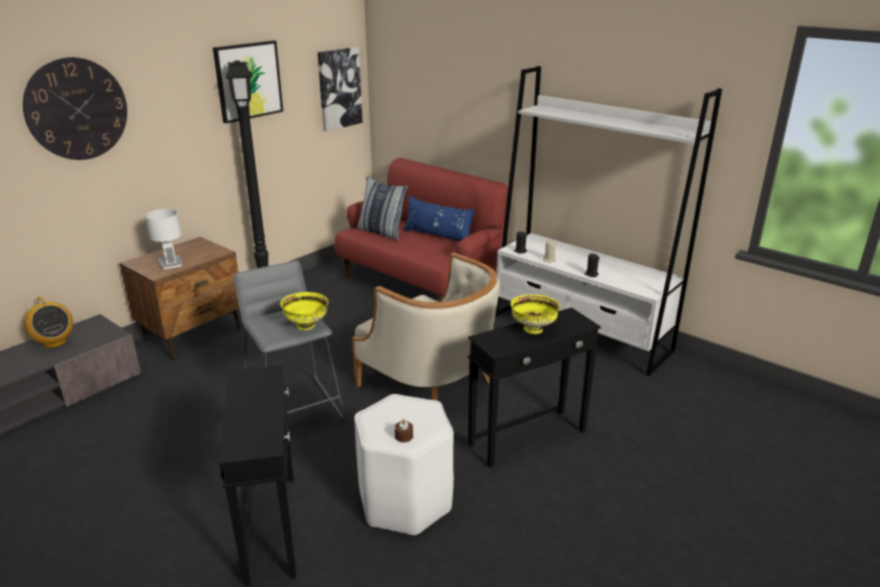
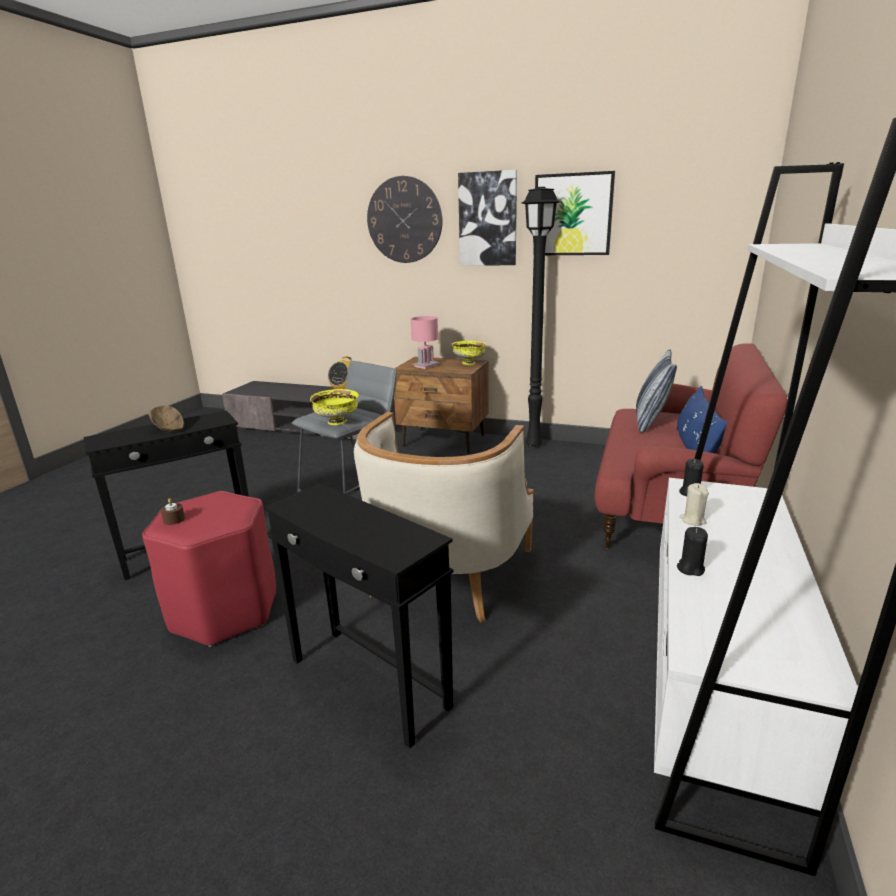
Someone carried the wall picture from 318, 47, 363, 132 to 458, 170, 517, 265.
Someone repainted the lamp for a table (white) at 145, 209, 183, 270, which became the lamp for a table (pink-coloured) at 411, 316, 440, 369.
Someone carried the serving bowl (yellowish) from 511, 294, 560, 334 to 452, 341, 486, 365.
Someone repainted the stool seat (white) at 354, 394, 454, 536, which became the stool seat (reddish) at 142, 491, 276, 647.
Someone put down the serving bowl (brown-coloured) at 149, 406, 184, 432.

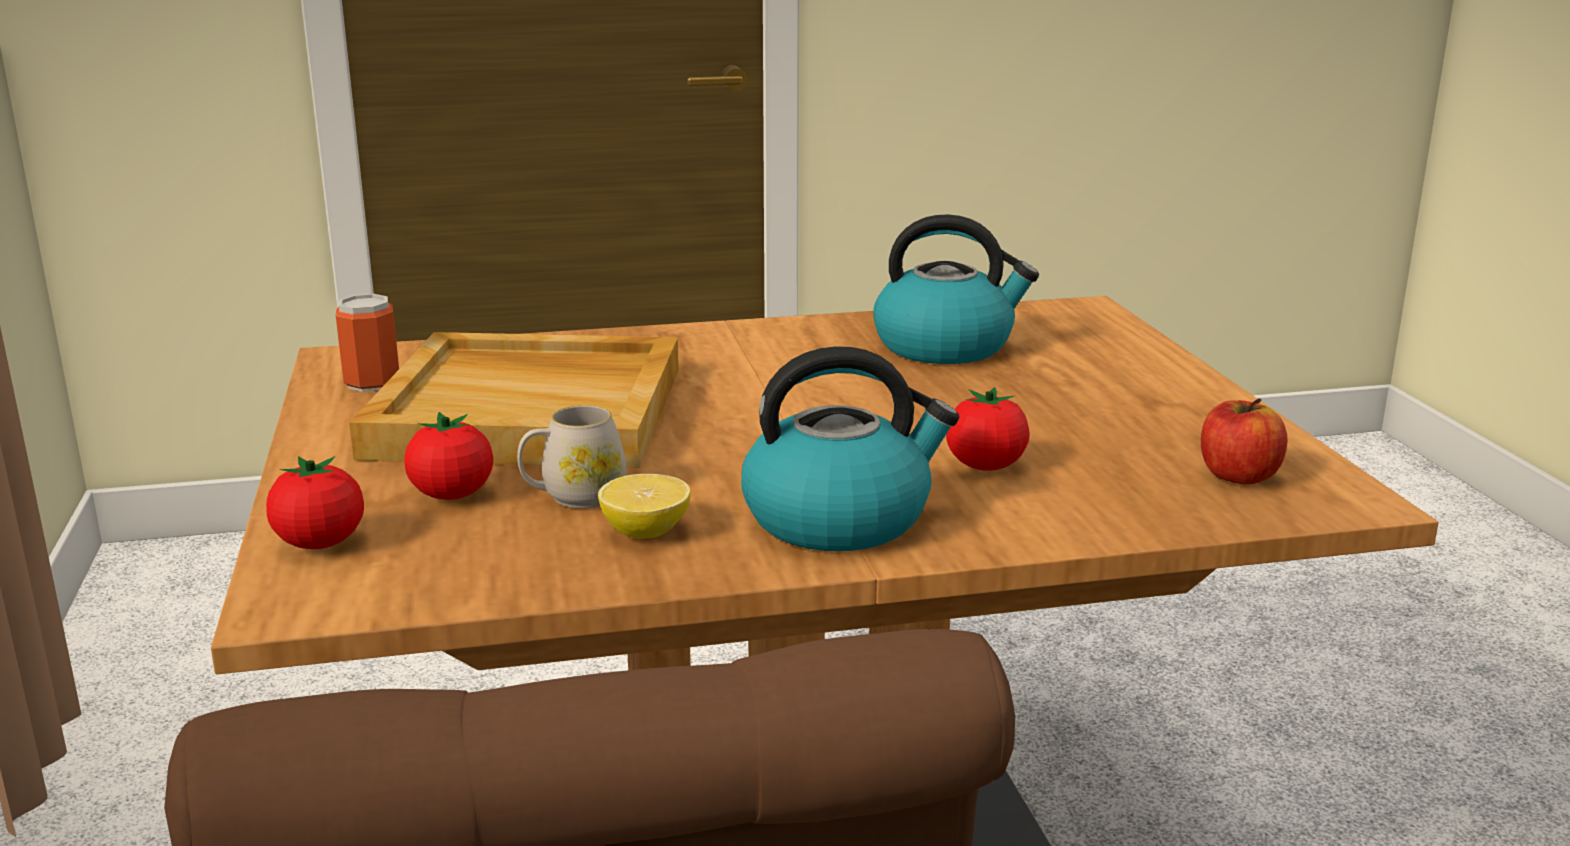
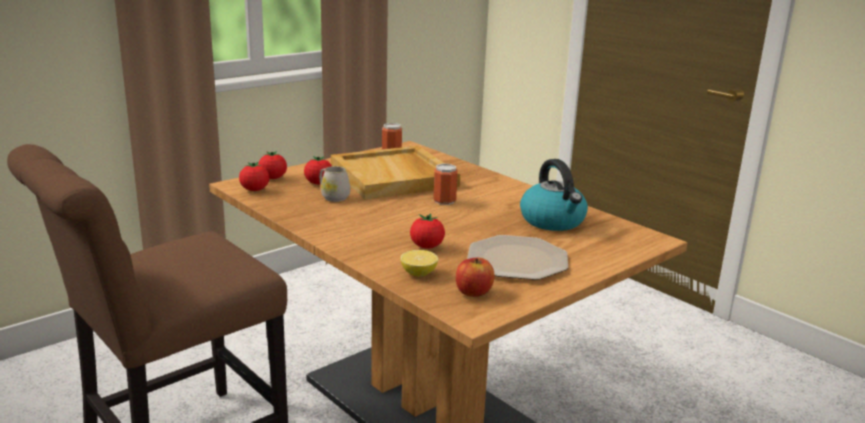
Someone took away the water kettle at 741, 346, 959, 551.
Someone carried the citrus fruit from 598, 474, 691, 539 to 400, 250, 438, 277.
Someone put down the fresh tomato at 239, 162, 269, 191.
Someone put down the sealed can at 433, 164, 458, 205.
Someone put down the flat dish at 467, 235, 568, 280.

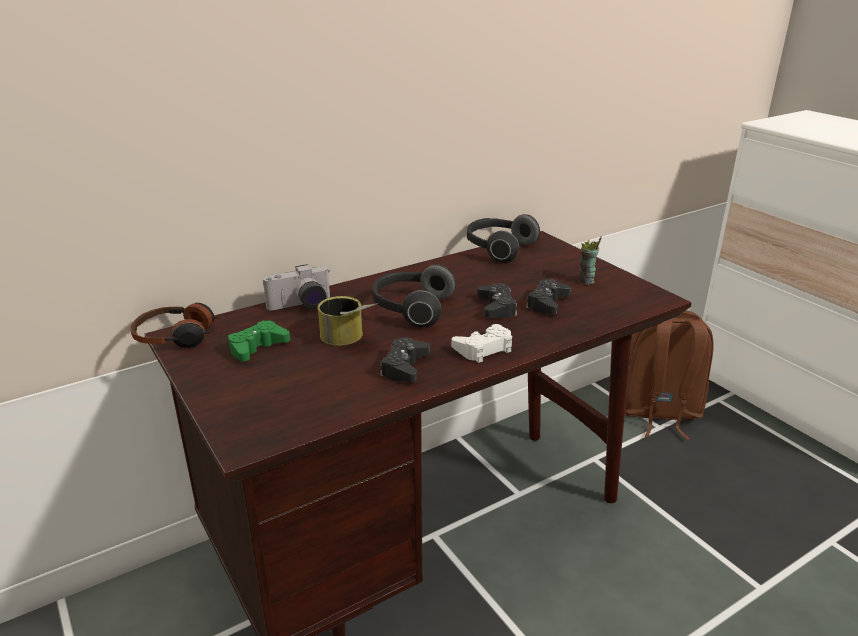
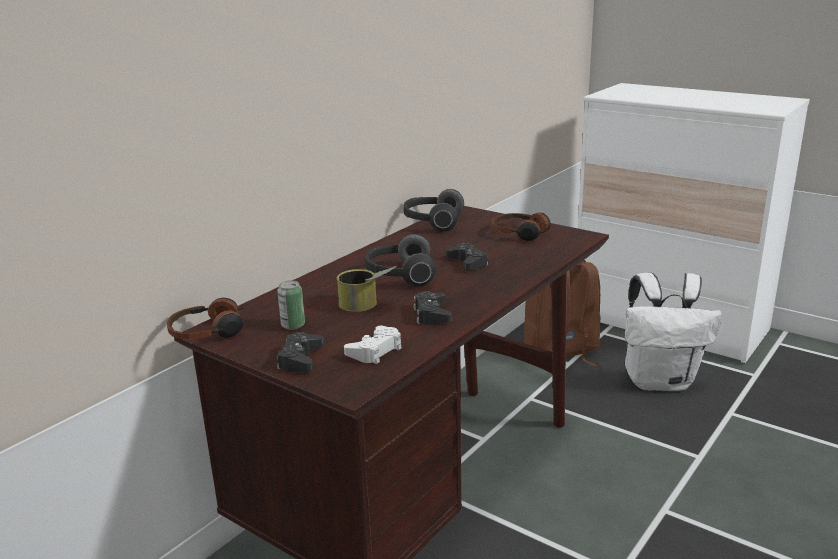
Someone swapped the small cup at 578, 236, 602, 285 for the headphones at 492, 213, 553, 241.
Someone took away the photo camera at 263, 264, 330, 310.
Someone carried the game controller (black) from 526, 279, 571, 314 to 277, 332, 324, 372.
Someone swapped the game controller (greenish) at 228, 321, 290, 362 for the sealed can at 277, 280, 305, 330.
Someone carried the game controller (white) from 452, 324, 512, 363 to 344, 326, 402, 364.
Someone put down the knapsack (white) at 625, 273, 722, 391.

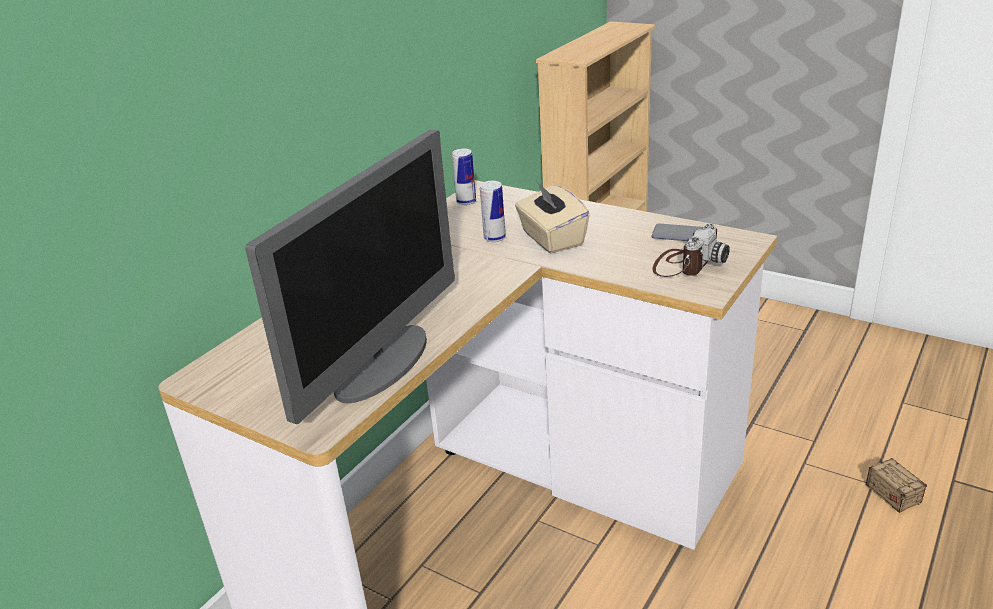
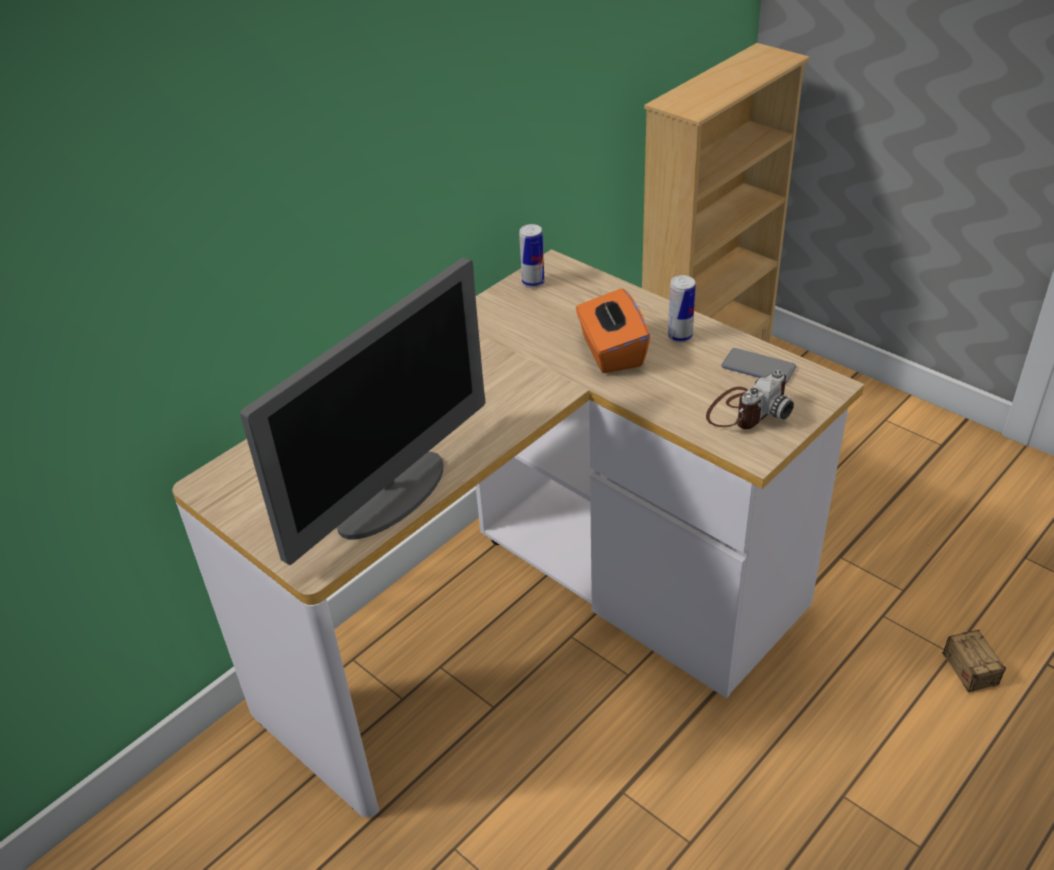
Someone repainted the box of tissues (beige-coloured) at 515, 180, 590, 254, which became the box of tissues (orange) at 576, 288, 650, 373.
Someone carried the sealed can from 480, 181, 506, 242 to 668, 275, 696, 343.

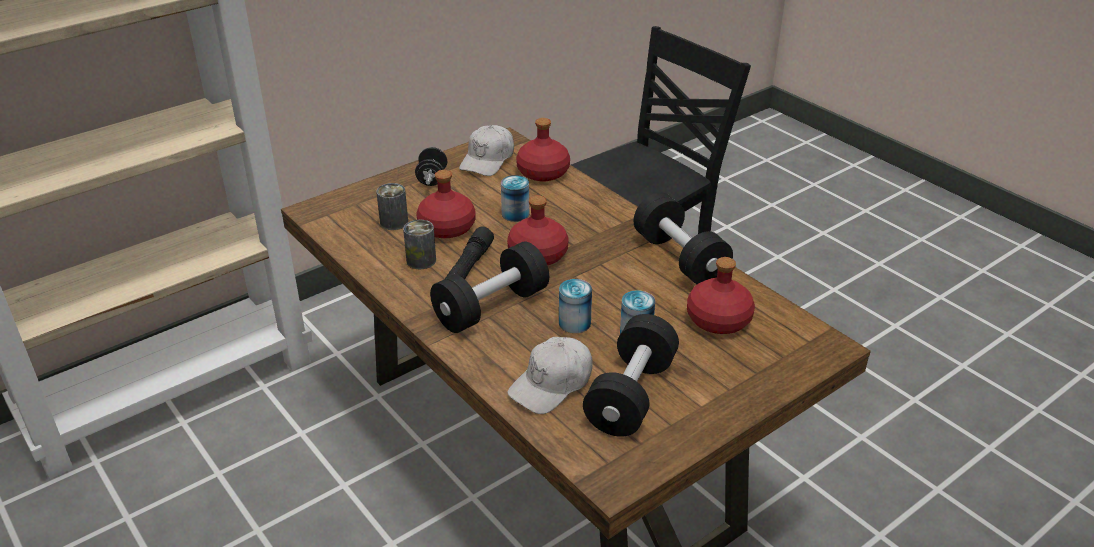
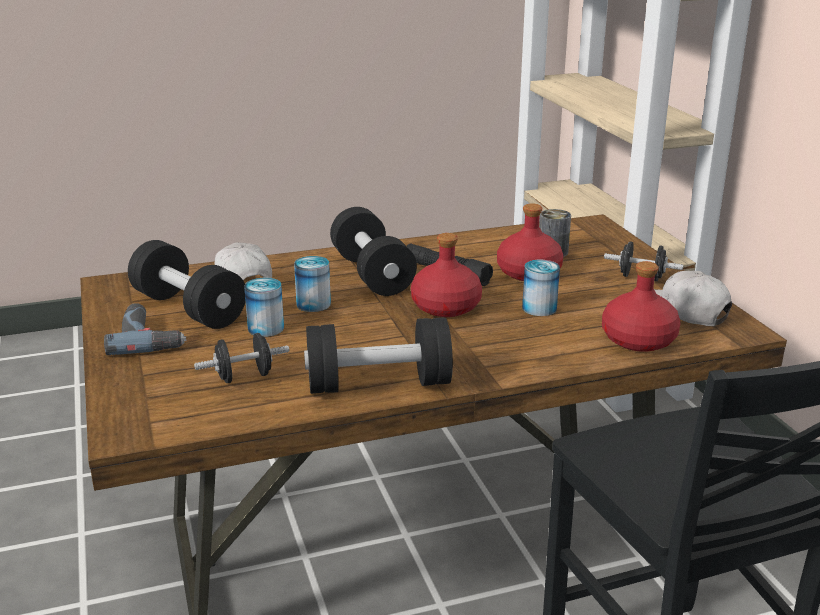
Someone took away the sealed can at 403, 220, 436, 269.
Someone swapped the beverage bottle (reddish) at 687, 257, 755, 334 for the hand weight (black) at 194, 333, 290, 383.
Someone put down the electric drill at 104, 303, 186, 355.

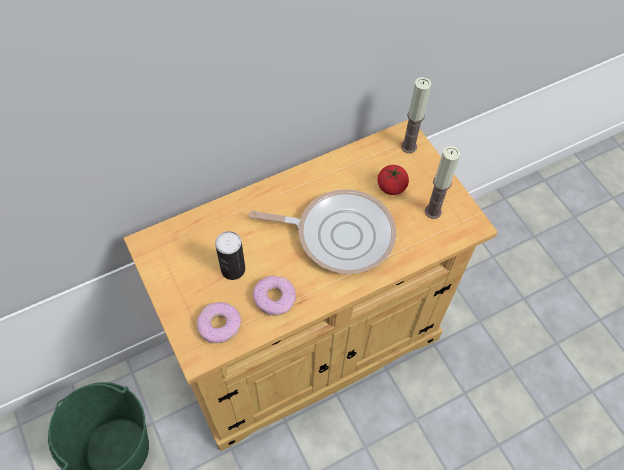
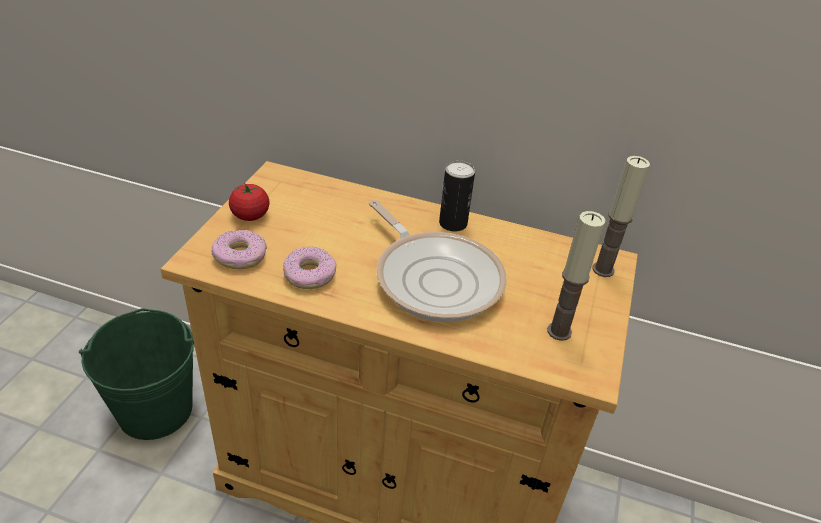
Someone carried the fresh tomato from 377, 165, 409, 195 to 229, 182, 270, 221.
Someone carried the sealed can from 215, 231, 245, 280 to 439, 160, 475, 232.

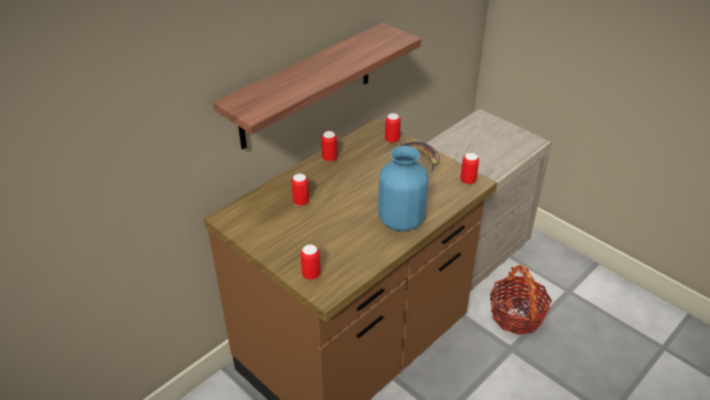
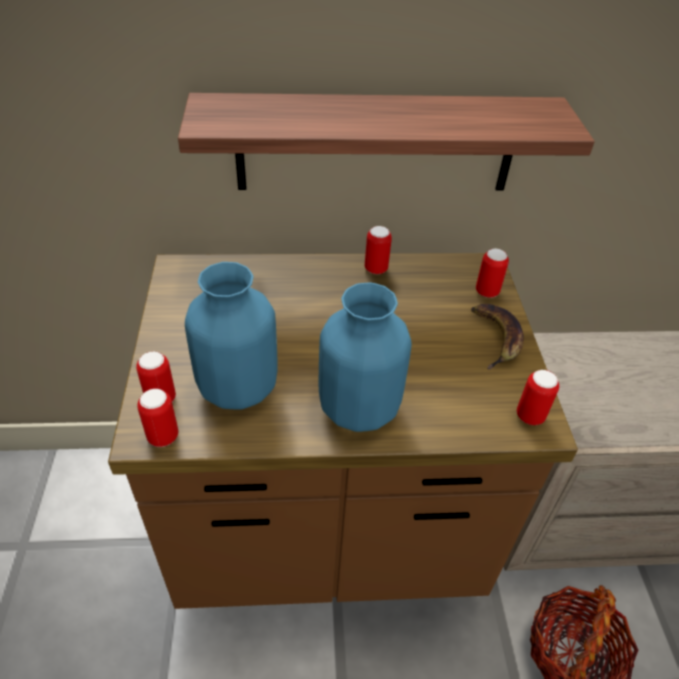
Someone carried the sealed can from 291, 174, 309, 206 to 137, 389, 178, 447.
Someone put down the decorative vase (blue-coloured) at 185, 262, 278, 410.

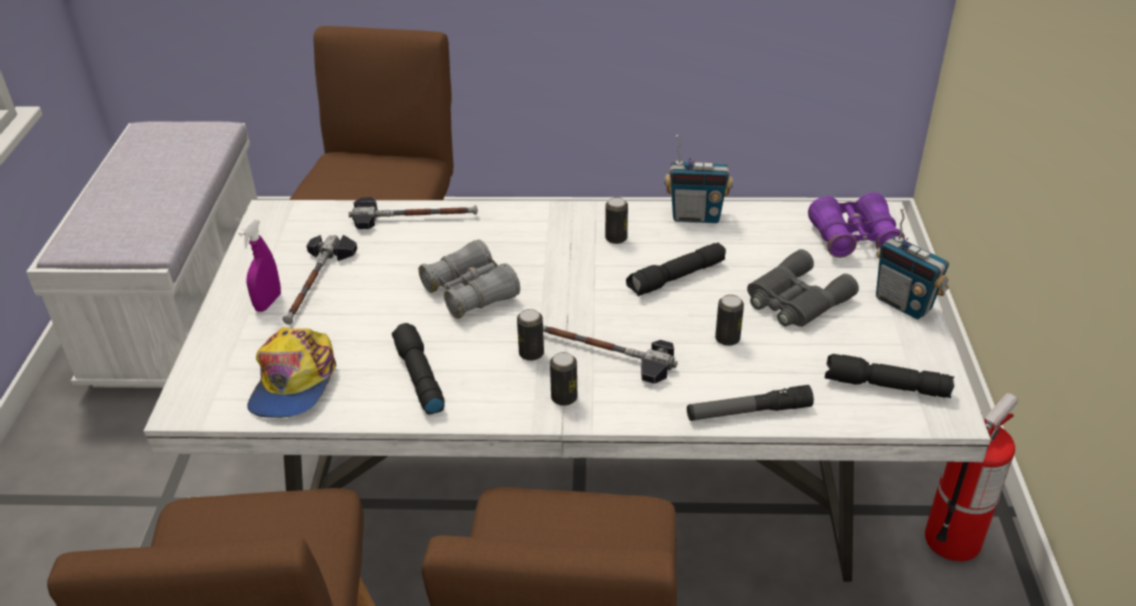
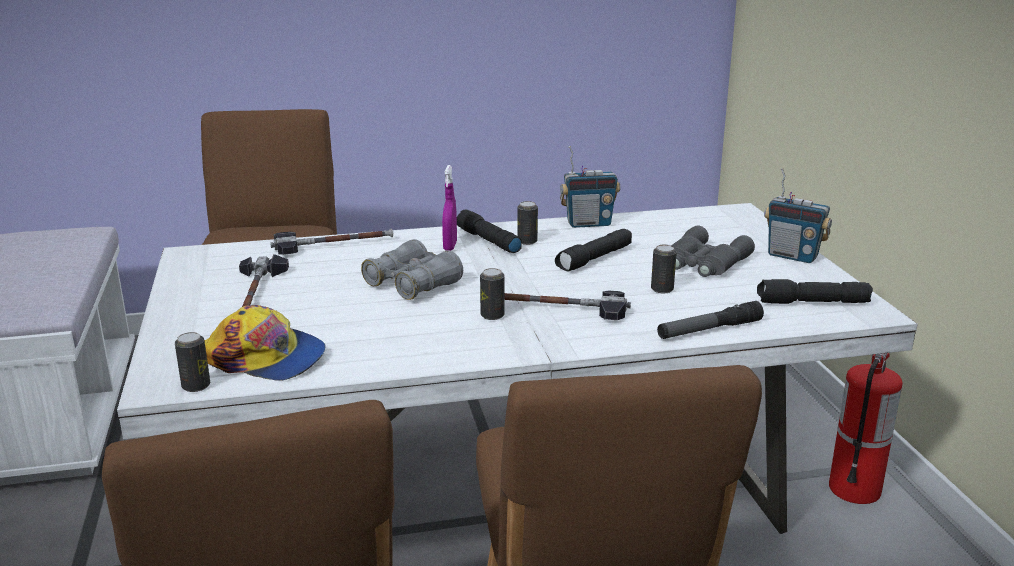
Someone took away the pair of binoculars (purple-coloured) at 808, 193, 905, 258.
Someone carried the spray bottle (purple-coloured) from 239, 220, 281, 312 to 442, 165, 457, 251.
Someone carried the hand torch (black) from 392, 323, 445, 414 to 457, 210, 522, 253.
Someone rotated the baseball cap at 247, 327, 336, 418 by 60 degrees counterclockwise.
Someone carried the sealed can from 550, 352, 577, 406 to 175, 332, 210, 392.

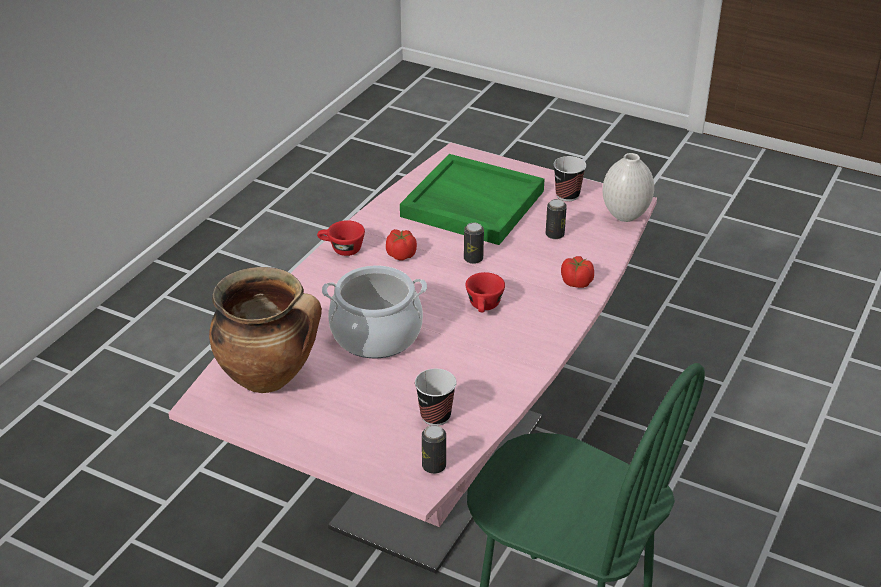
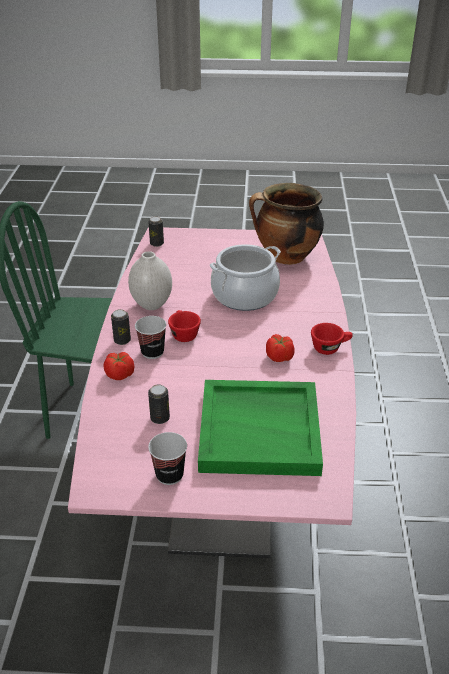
Someone carried the decorative vase (white) from 603, 153, 654, 222 to 128, 251, 172, 310.
Someone carried the sealed can from 464, 223, 484, 264 to 111, 309, 131, 345.
Someone carried the small cup from 415, 369, 457, 426 to 135, 316, 167, 359.

